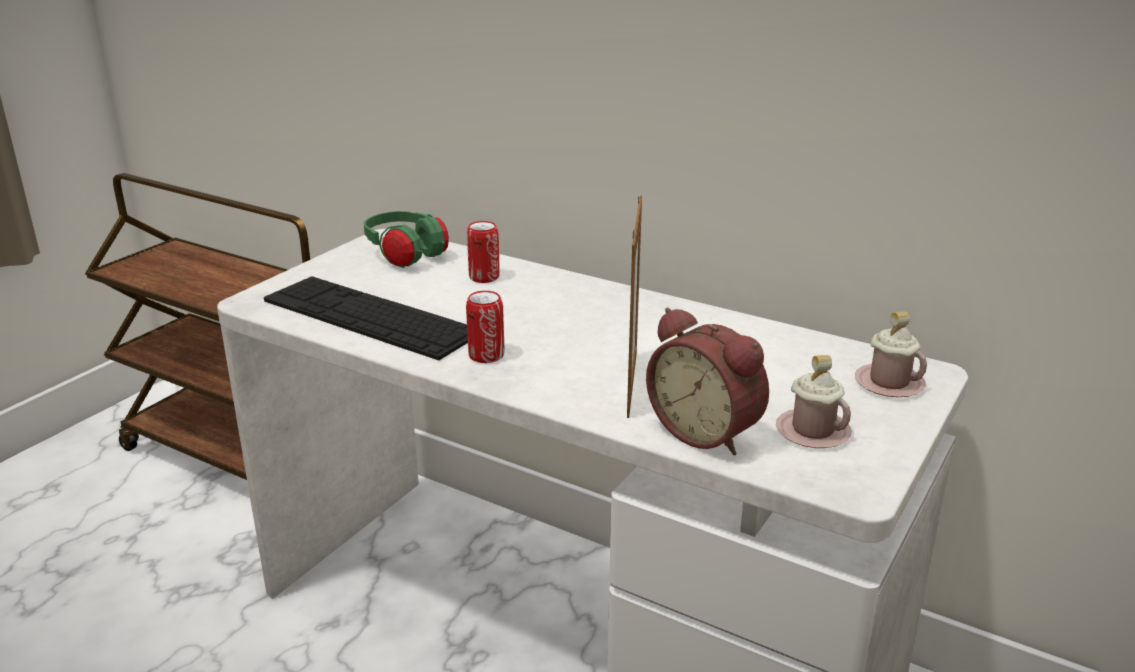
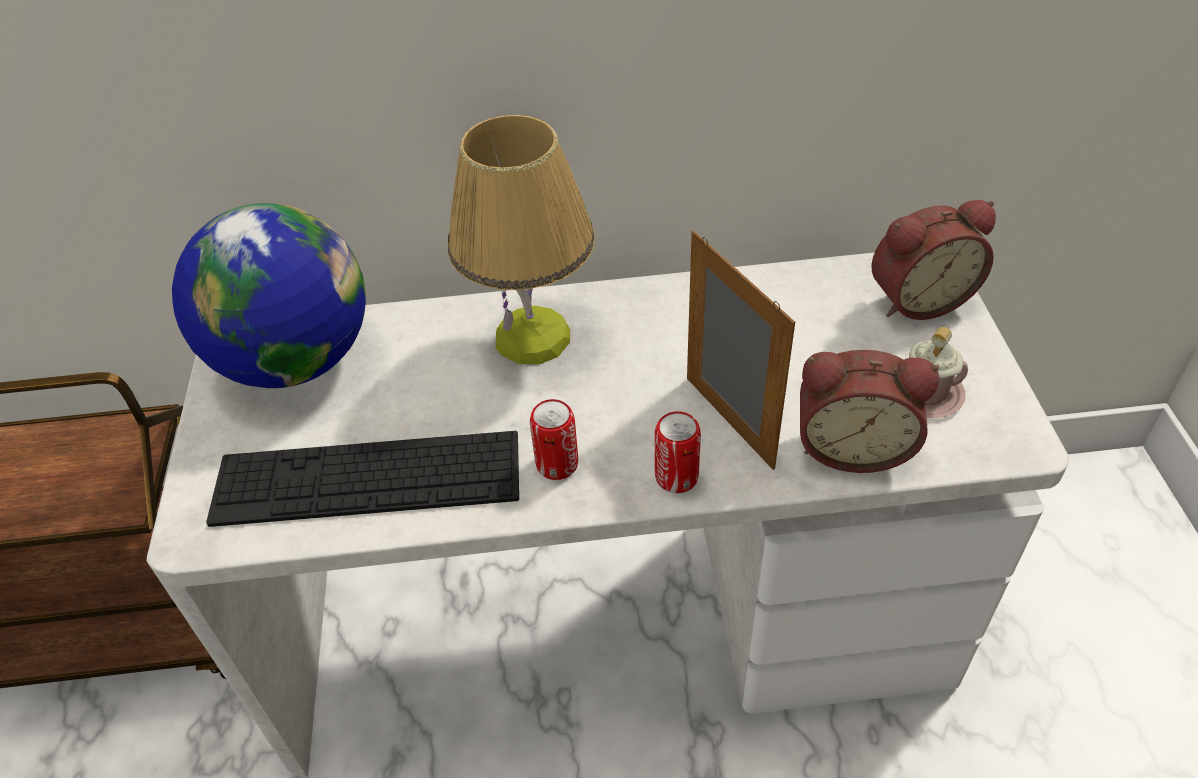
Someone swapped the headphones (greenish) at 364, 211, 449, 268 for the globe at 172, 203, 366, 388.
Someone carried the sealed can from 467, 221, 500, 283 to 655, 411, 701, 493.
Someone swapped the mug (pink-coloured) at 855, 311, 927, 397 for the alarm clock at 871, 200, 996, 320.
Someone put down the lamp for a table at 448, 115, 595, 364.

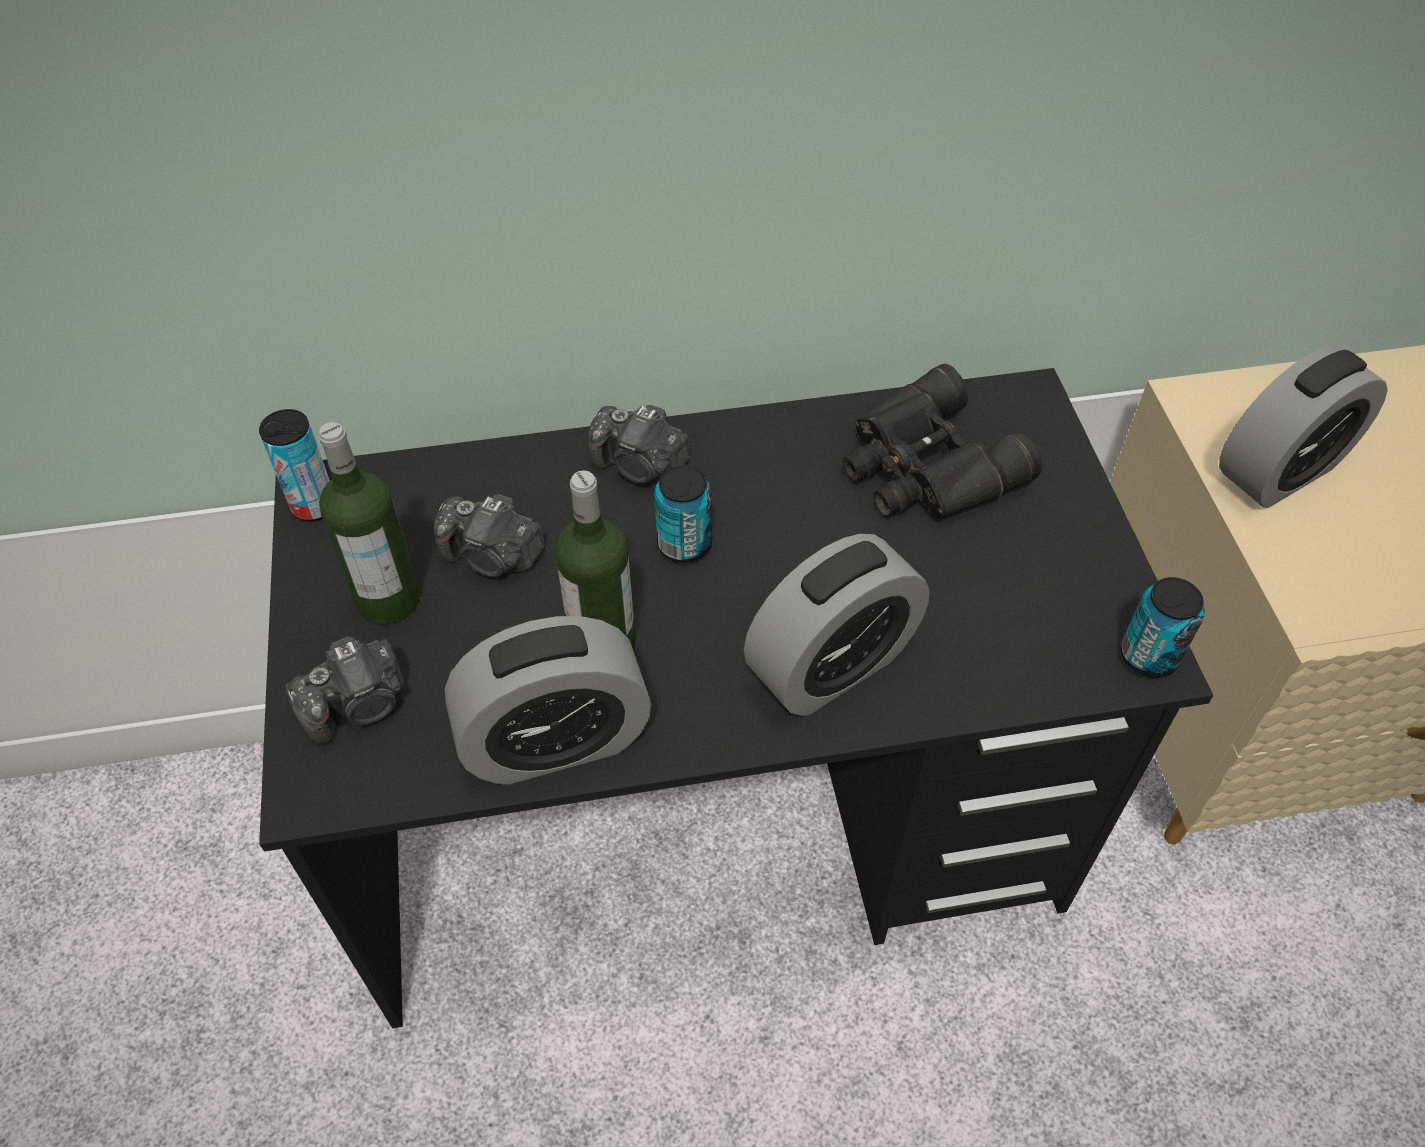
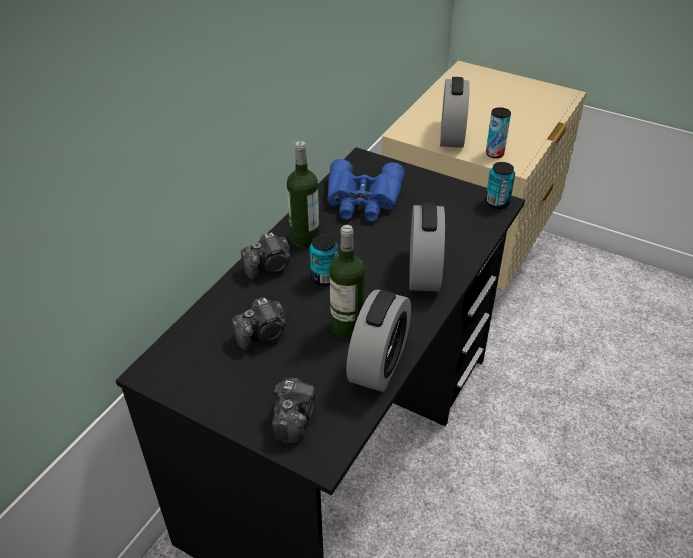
Someone repainted the pair of binoculars (black) at 843, 364, 1042, 518, which became the pair of binoculars (blue-coloured) at 327, 159, 405, 221.
Someone carried the sealed can from 259, 409, 330, 522 to 486, 107, 511, 158.
Someone carried the beverage bottle from 319, 422, 420, 624 to 287, 141, 320, 247.

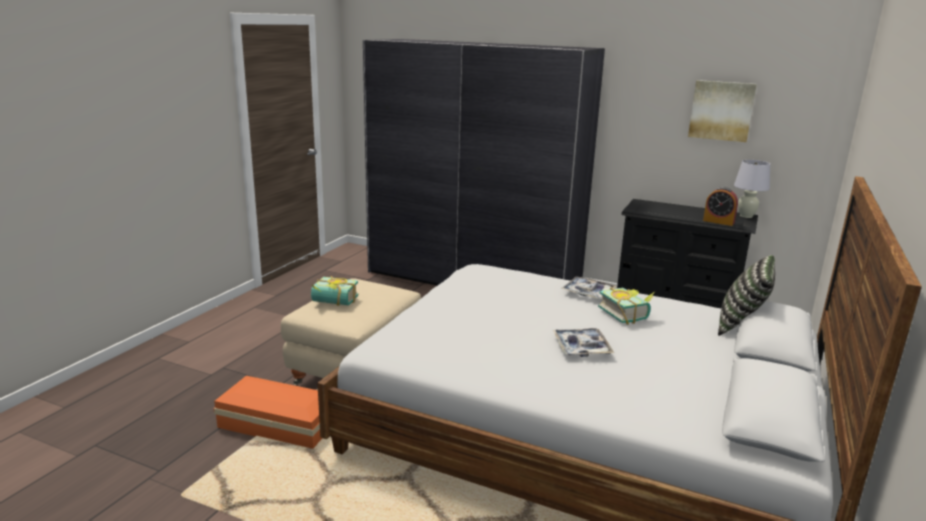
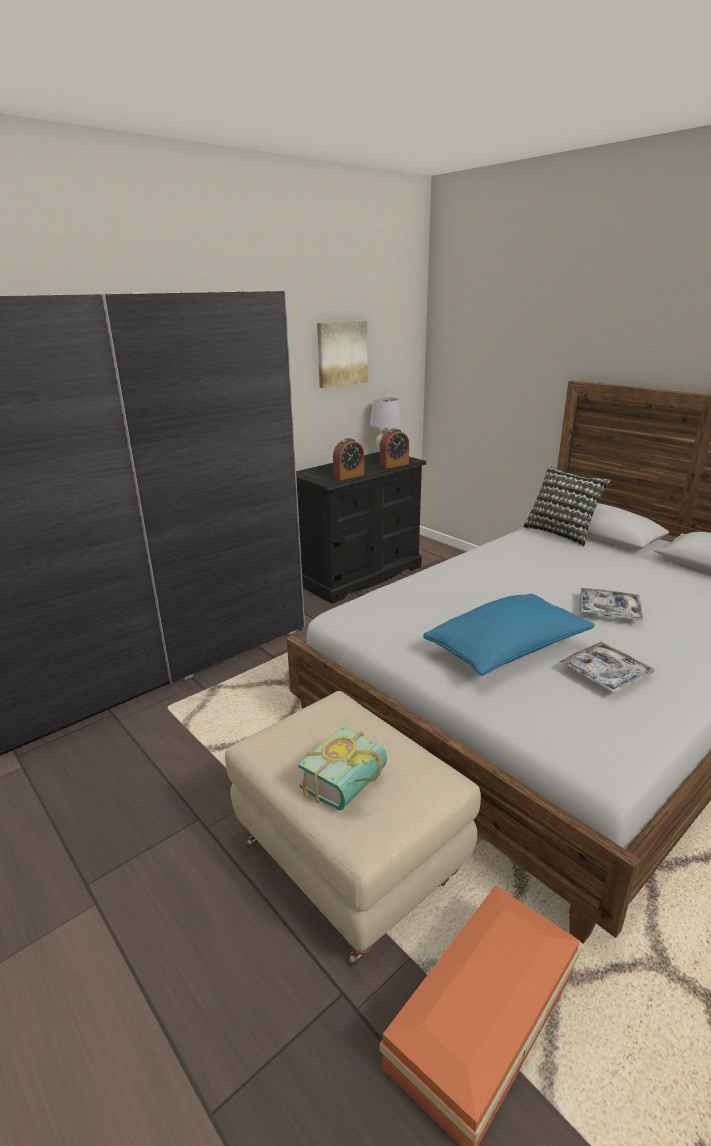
Someone carried the tray from 561, 276, 616, 299 to 559, 641, 655, 693.
Someone took away the volume at 598, 287, 654, 325.
Someone put down the alarm clock at 333, 438, 364, 480.
Someone put down the throw pillow (blue-coloured) at 423, 594, 595, 676.

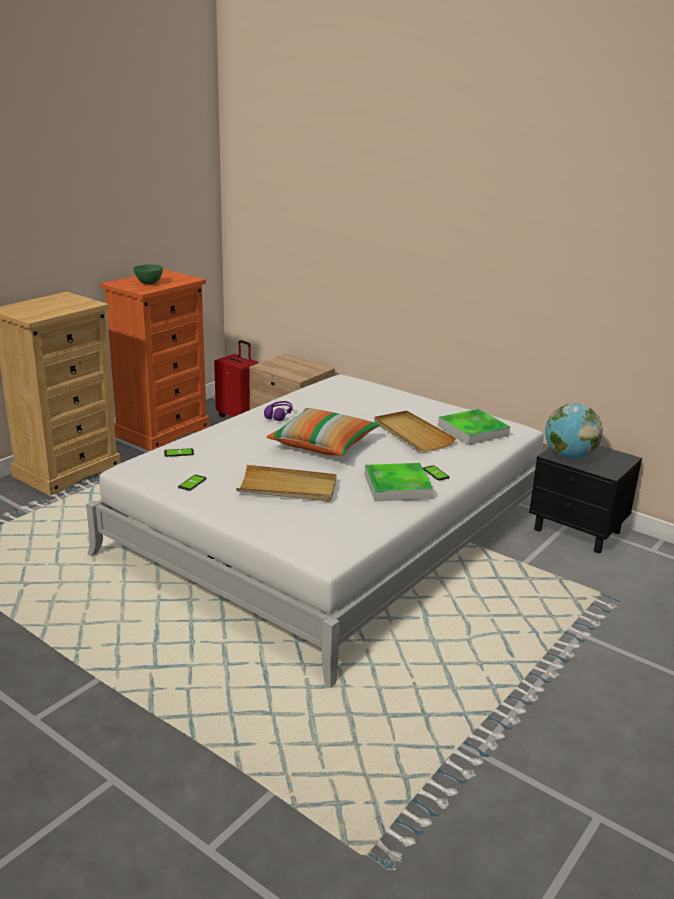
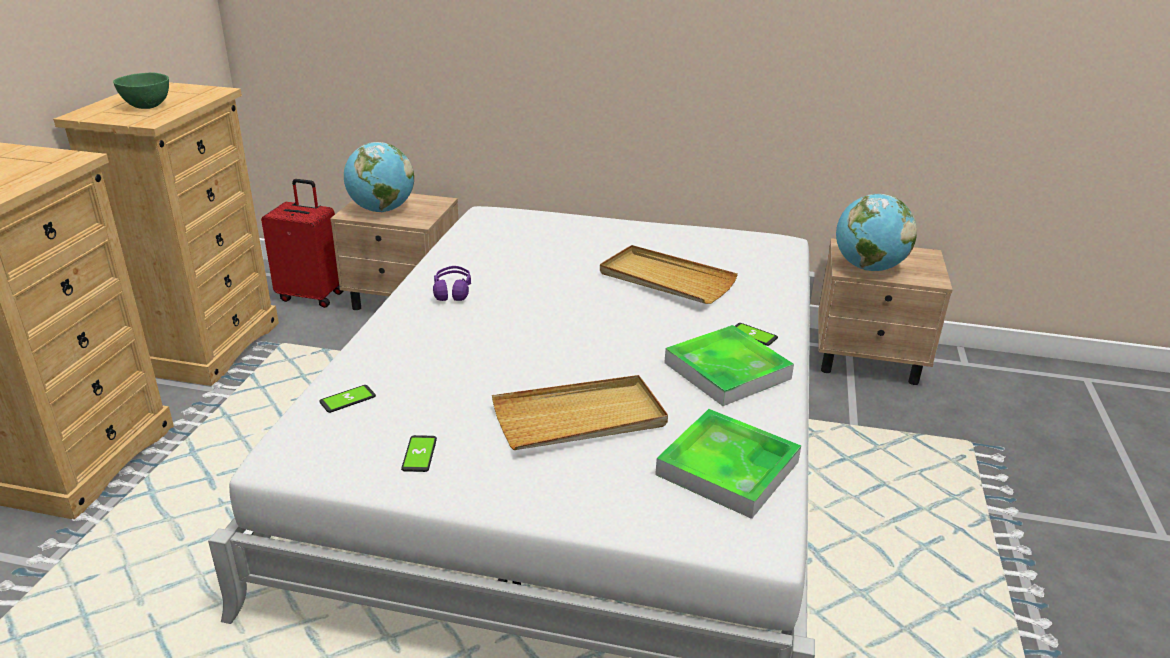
Someone repainted the dresser (orange) at 100, 269, 210, 451, which became the dresser (beige-coloured) at 53, 82, 279, 386.
Someone took away the throw pillow at 266, 408, 380, 456.
Someone carried the tray from 438, 409, 510, 445 to 655, 409, 801, 519.
Someone repainted the night table (black) at 529, 445, 642, 553, which became the night table (beige-coloured) at 818, 238, 953, 385.
Someone put down the globe at 344, 142, 414, 212.

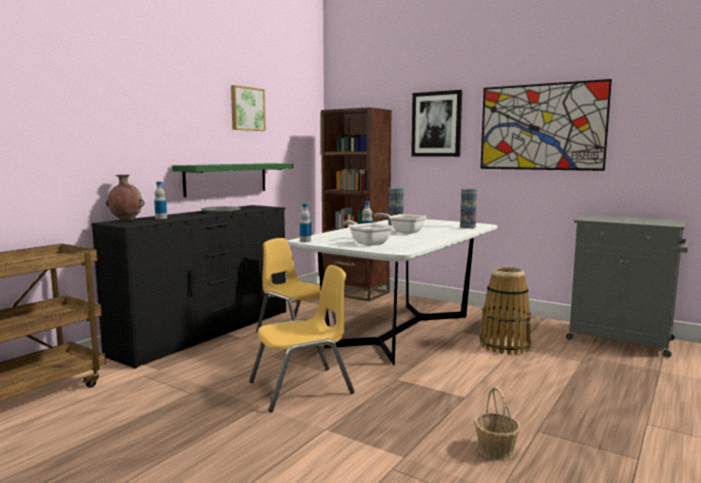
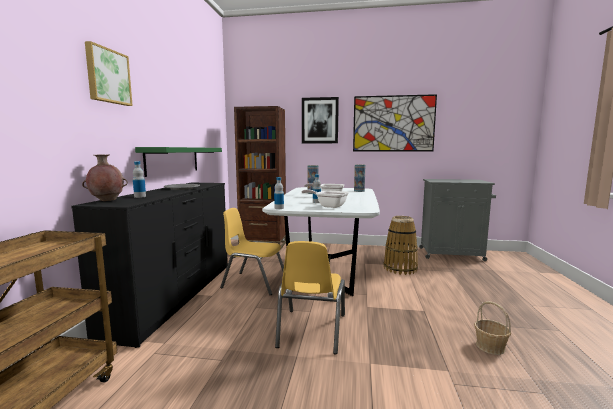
Someone carried the wall picture from 231, 85, 266, 131 to 85, 41, 133, 106.
Someone rotated the chair (yellowish) at 249, 265, 355, 412 by 150 degrees clockwise.

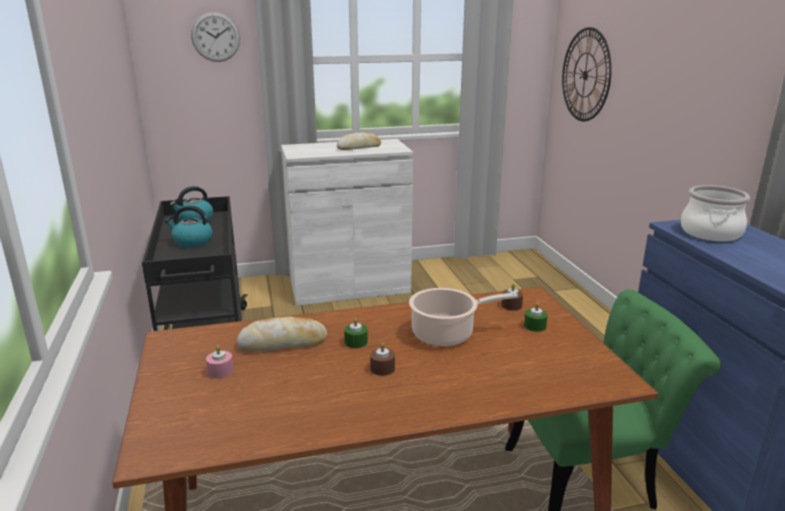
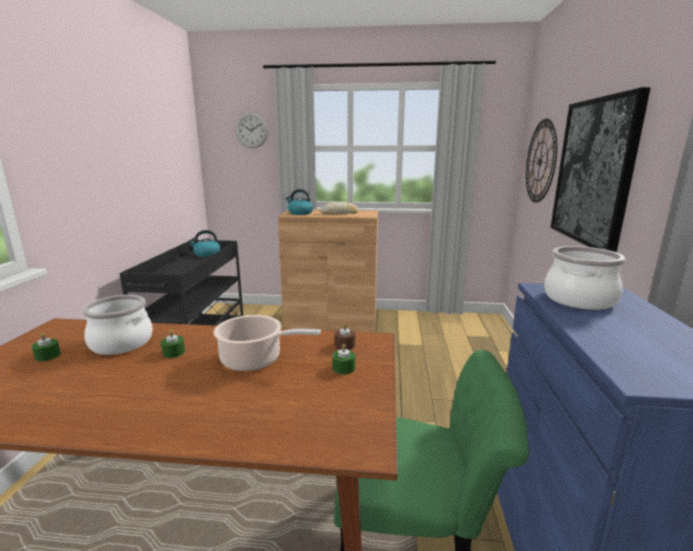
Someone repainted the cupboard (white) at 281, 139, 413, 306, which became the cupboard (brown-coloured) at 278, 209, 378, 332.
Someone carried the water kettle from 165, 205, 213, 247 to 286, 189, 313, 215.
Someone swapped the bakery bread at 237, 316, 327, 351 for the stockpot at 82, 295, 153, 355.
Someone took away the candle (brown-coloured) at 370, 343, 395, 376.
Someone repainted the candle (pink-coloured) at 206, 345, 234, 378, which became the candle (greenish) at 32, 333, 61, 362.
Someone put up the wall picture at 550, 87, 651, 252.

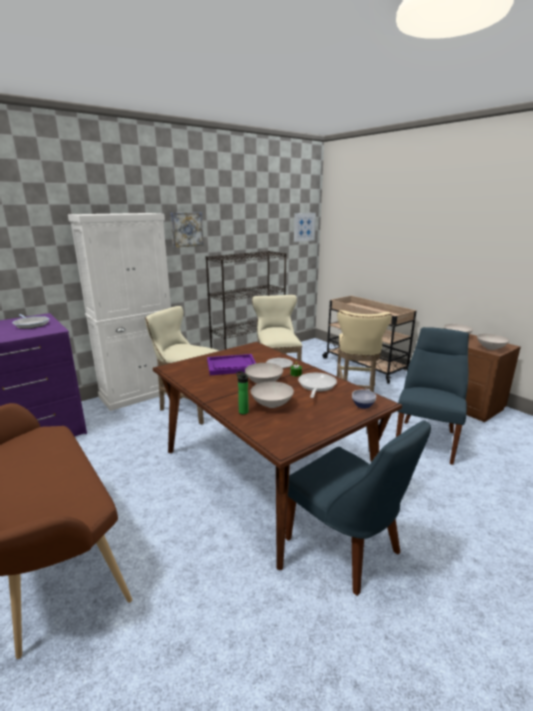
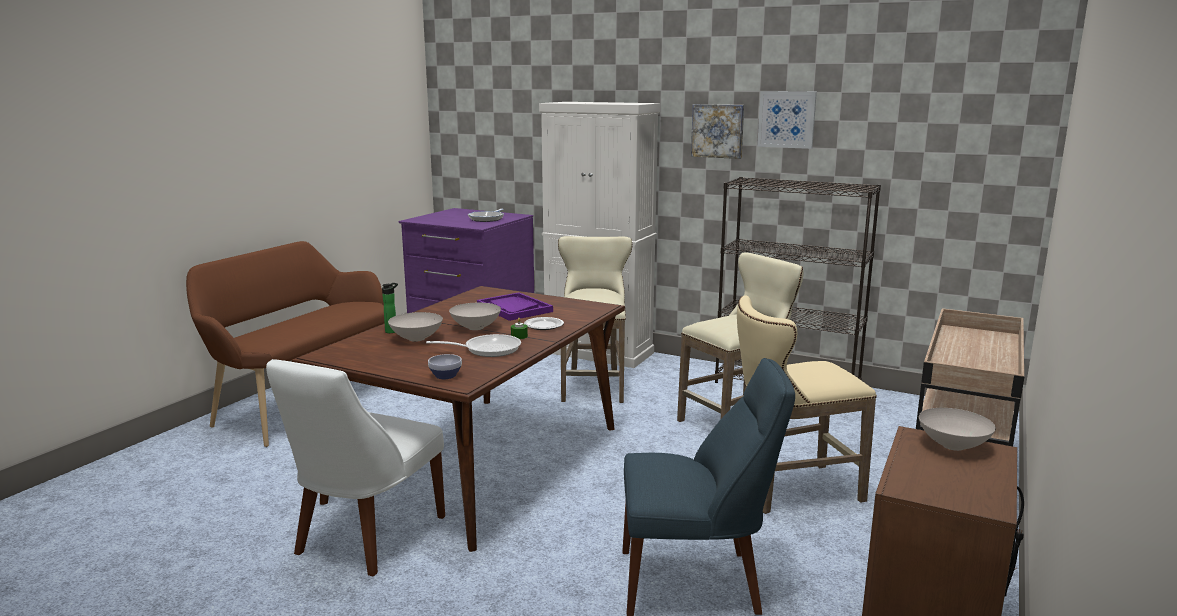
Someone carried the wall picture from 294, 213, 316, 242 to 757, 91, 817, 149.
Someone took away the serving bowl (white) at 477, 334, 510, 350.
Someone repainted the chair (blue-coloured) at 285, 420, 431, 596, which became the chair (white) at 266, 359, 445, 576.

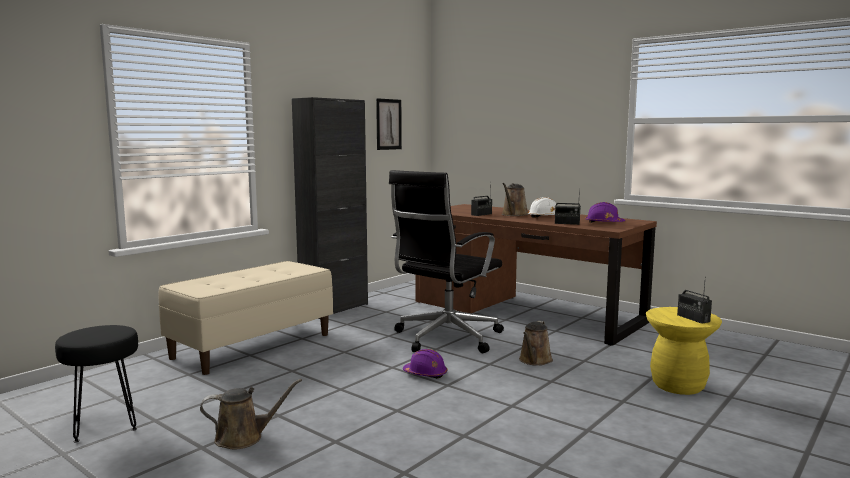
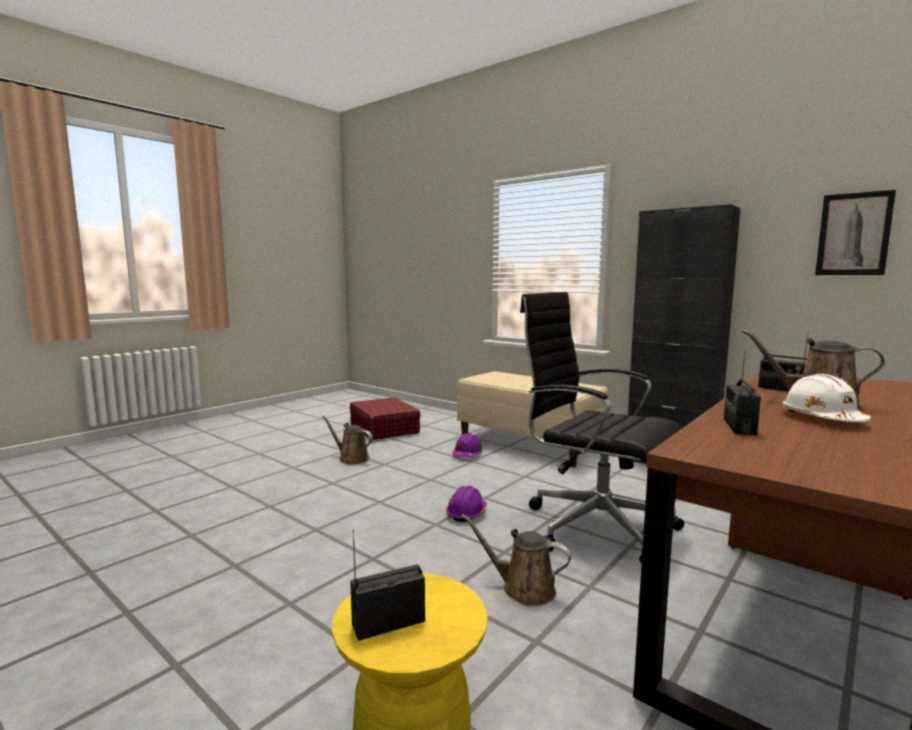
Someone carried the safety helmet (purple-coloured) from 585, 202, 625, 223 to 453, 433, 483, 457.
Someone swapped the stool seat (black) at 55, 325, 138, 442 for the piece of luggage (reddish) at 350, 397, 421, 440.
Someone rotated the sprinkling can (brown-coloured) at 200, 379, 302, 449 by 135 degrees clockwise.

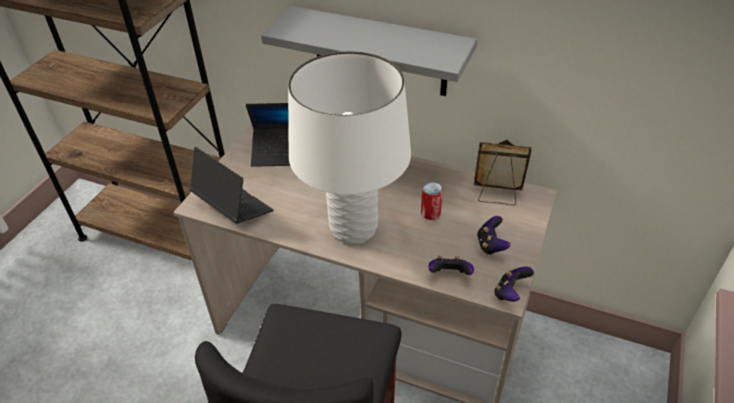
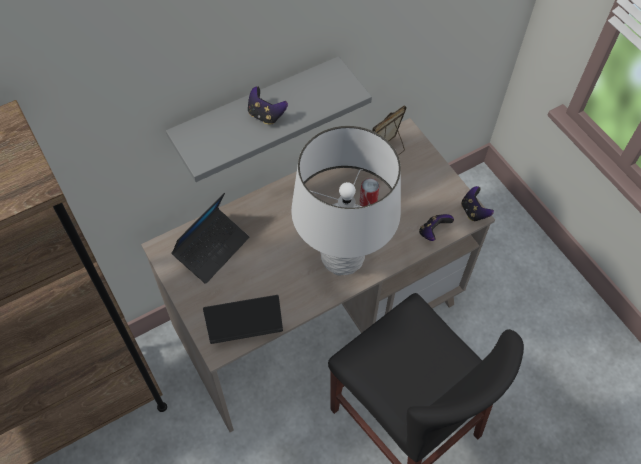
Someone carried the game controller from 477, 216, 510, 255 to 248, 86, 288, 125.

